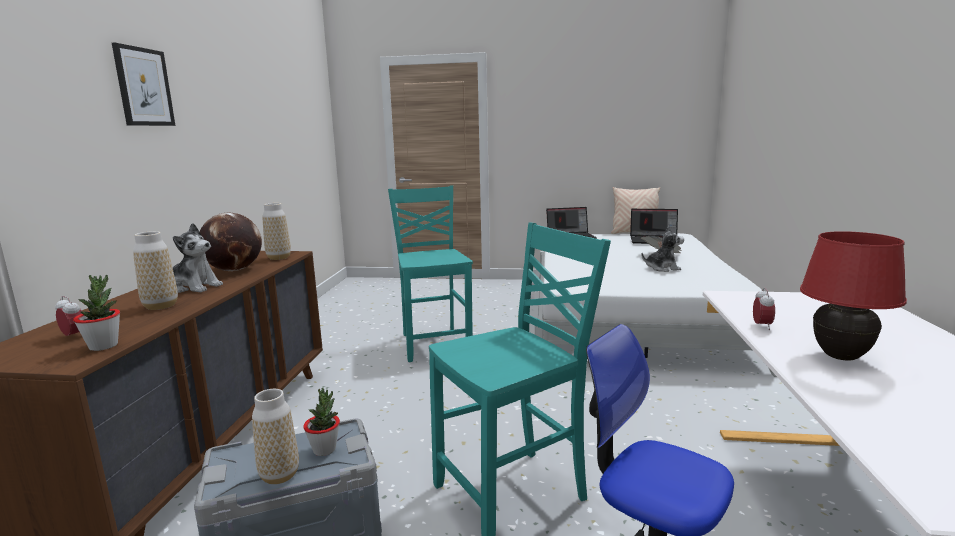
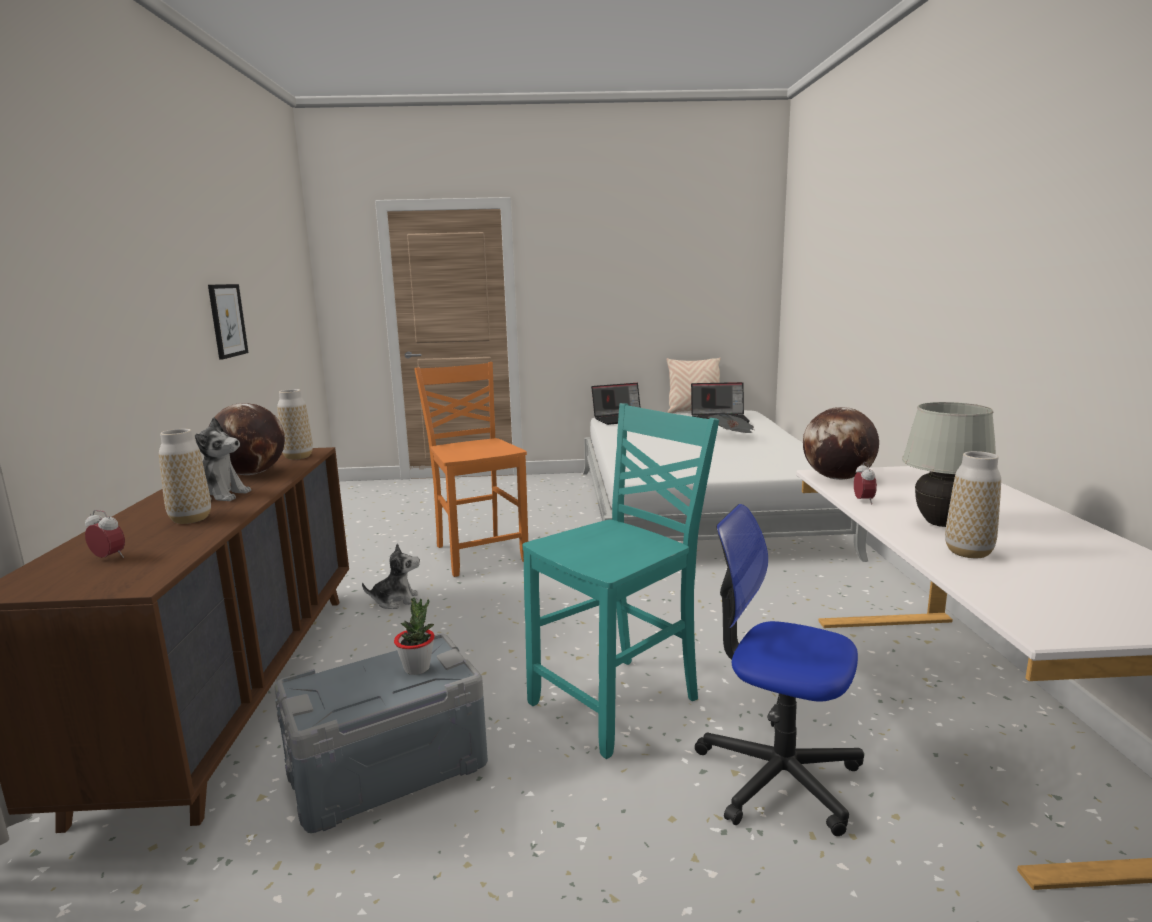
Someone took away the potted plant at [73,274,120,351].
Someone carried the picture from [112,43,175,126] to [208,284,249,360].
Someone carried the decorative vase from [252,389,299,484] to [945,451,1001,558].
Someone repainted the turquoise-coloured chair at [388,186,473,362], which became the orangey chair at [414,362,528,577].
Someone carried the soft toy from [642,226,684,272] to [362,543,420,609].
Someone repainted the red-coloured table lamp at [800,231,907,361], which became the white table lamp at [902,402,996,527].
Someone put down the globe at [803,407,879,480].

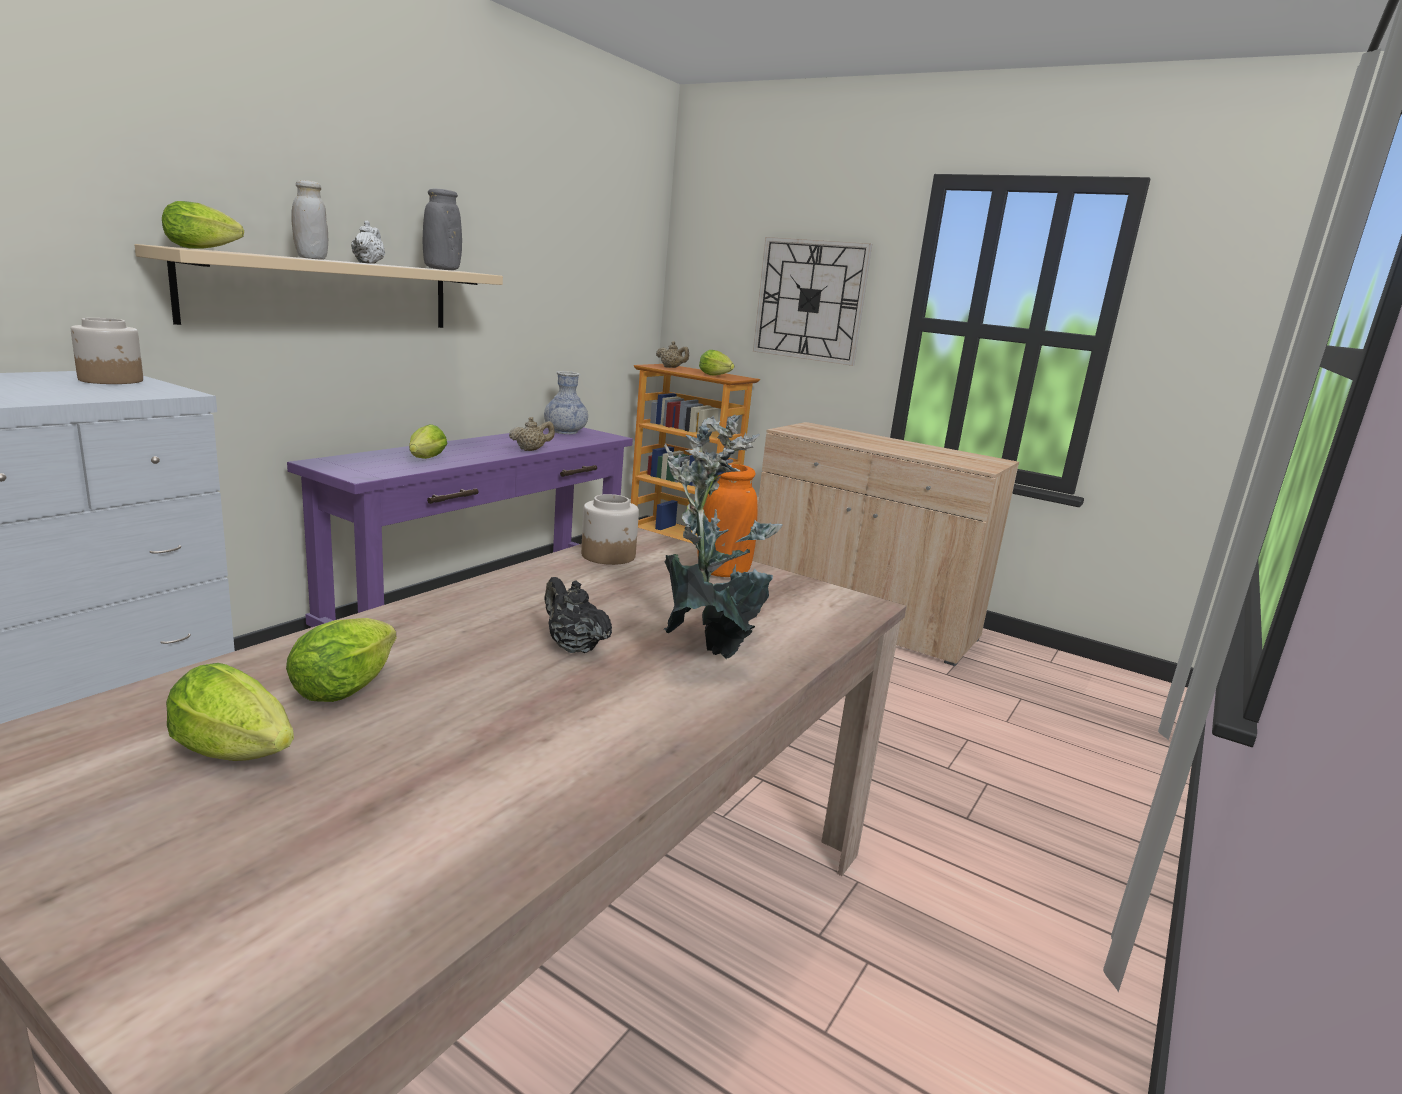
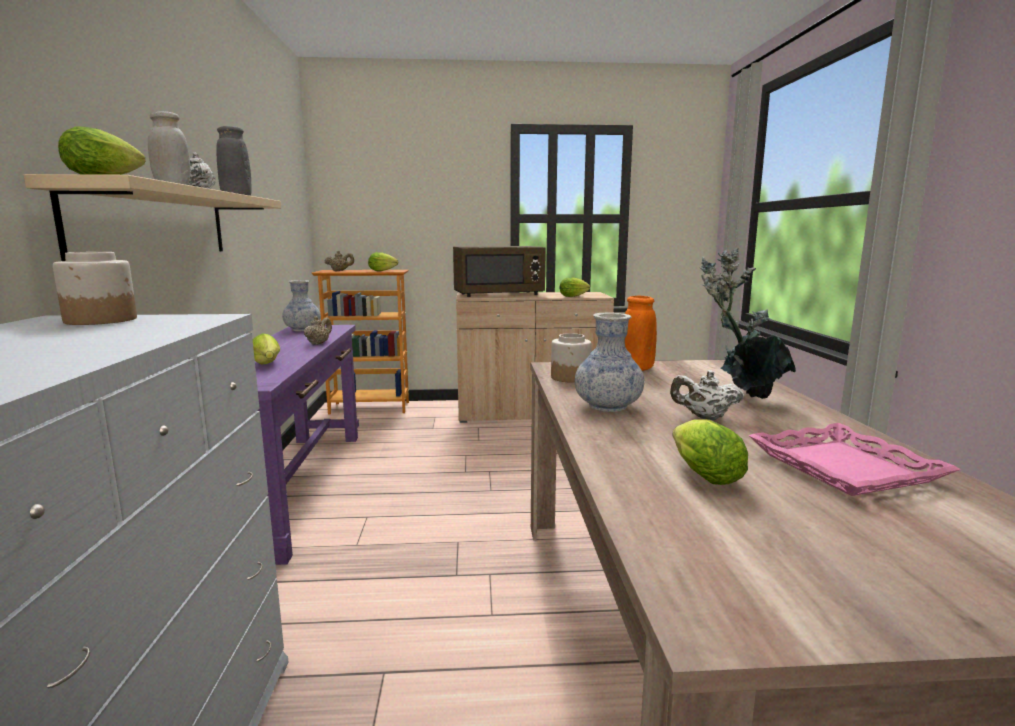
Someone carried the head of lettuce from [166,663,294,761] to [560,277,590,297].
Someone repainted the black-coloured teapot at [545,577,612,653], which became the white teapot at [670,370,744,420].
Someone took away the clock on the wall at [753,237,872,366].
Someone put down the brown kitchen microwave at [453,246,546,297].
Someone put down the decorative vase at [575,312,645,412].
Someone put down the pink-coloured carrying tray at [748,423,961,496].

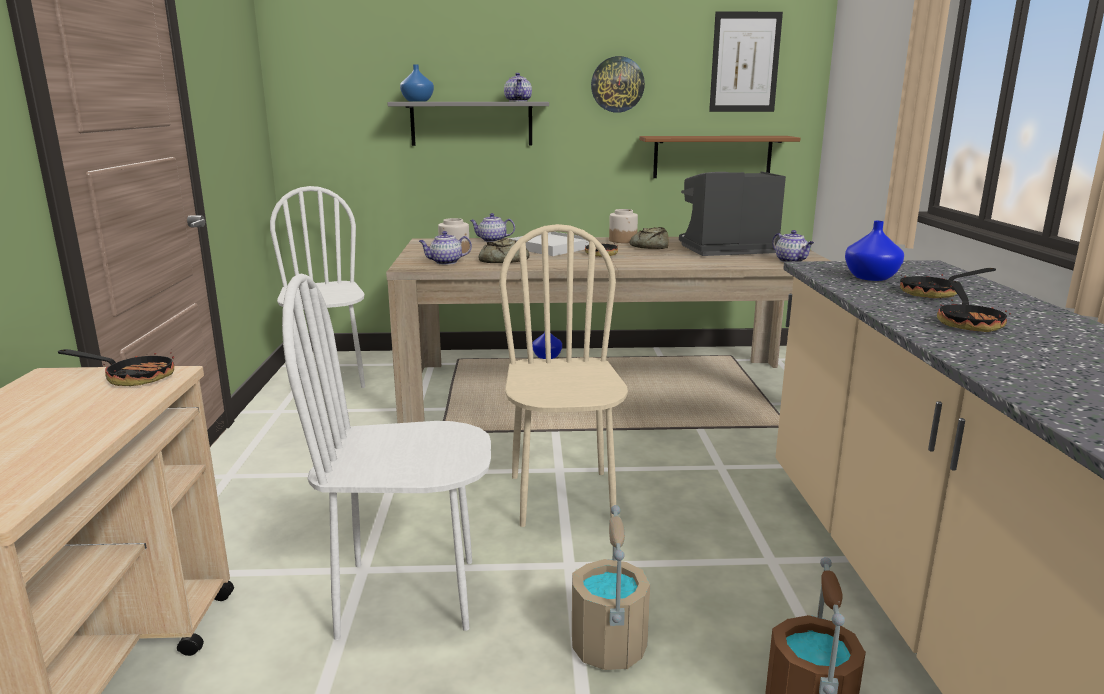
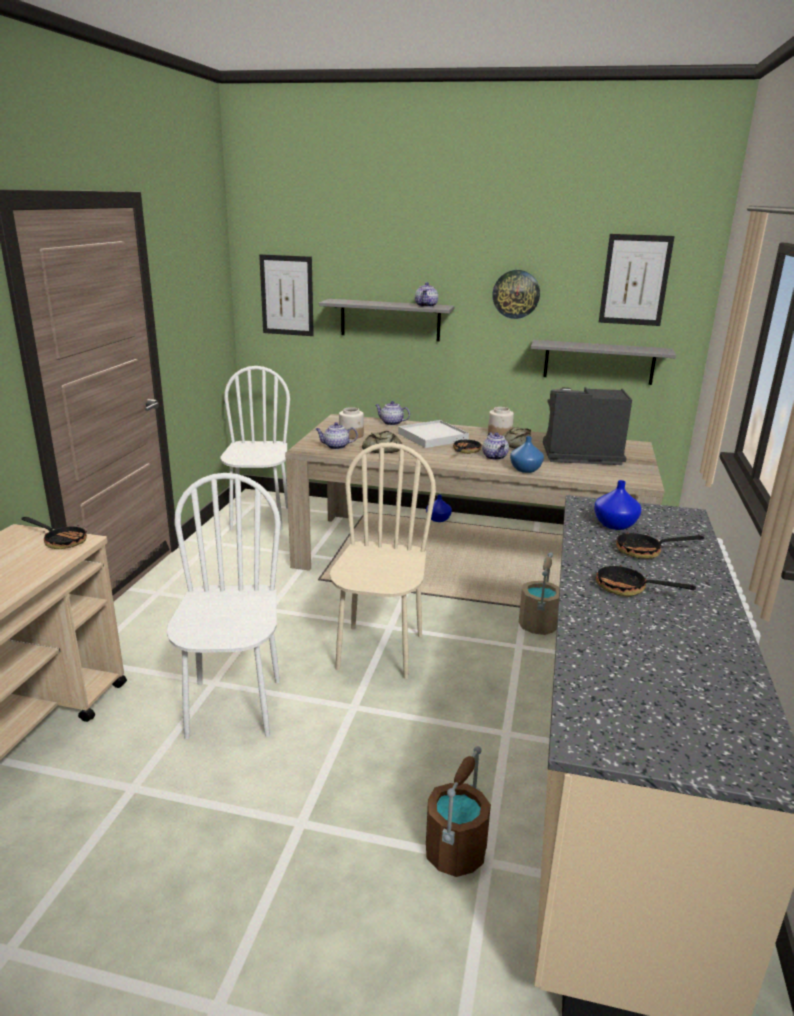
Someone rotated the white chair at [282,274,491,640] by 75 degrees clockwise.
Someone carried the bluish decorative vase from [400,64,434,101] to [510,436,544,473].
Someone carried the beige-coloured bucket from [572,505,650,670] to [518,552,559,635].
Someone repainted the brown shelf at [639,136,800,178], which became the greyish shelf at [531,340,676,385].
Someone carried the teapot from [772,230,814,262] to [482,432,509,460].
Someone rotated the skillet at [937,281,1011,332] by 90 degrees clockwise.
Someone put up the picture at [259,254,314,336].

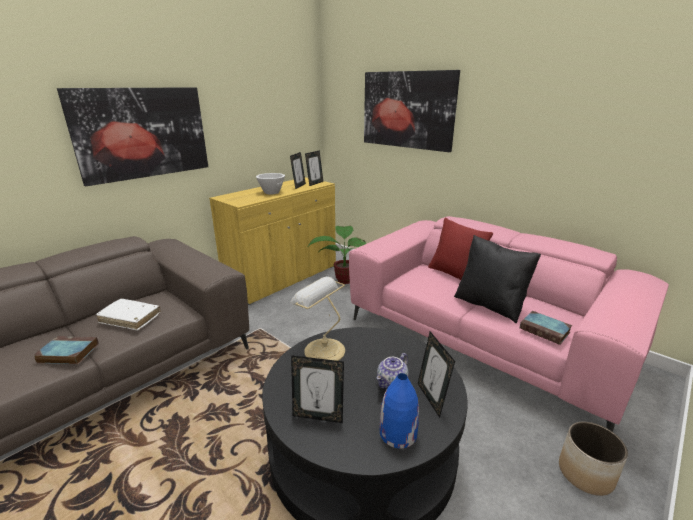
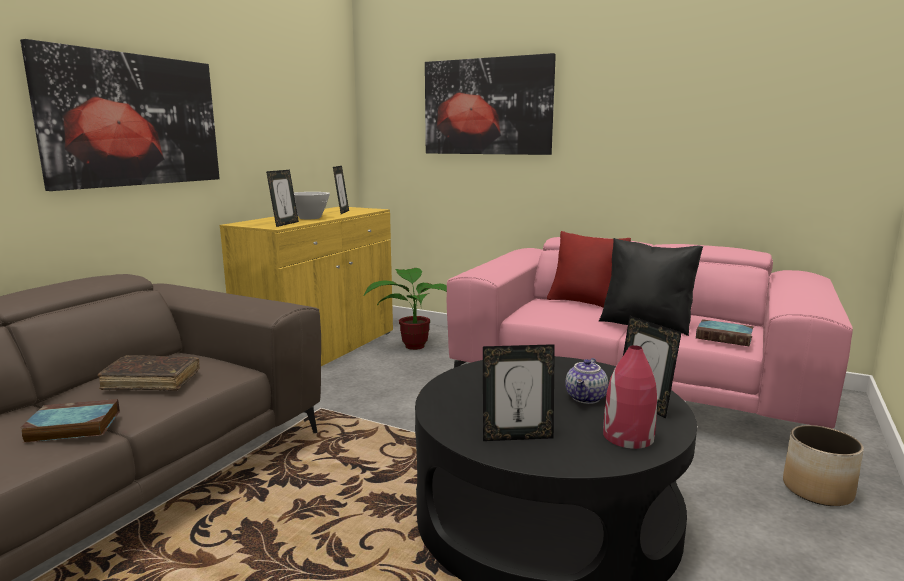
Someone repainted the white volume at [96,299,161,330], which became the brown volume at [98,355,200,391].
Someone took away the table lamp at [291,277,345,361].
Someone carried the photo frame from [305,150,323,186] to [266,170,299,227].
Someone repainted the bluish decorative vase at [380,373,419,448], which became the red-coloured decorative vase at [603,345,657,449].

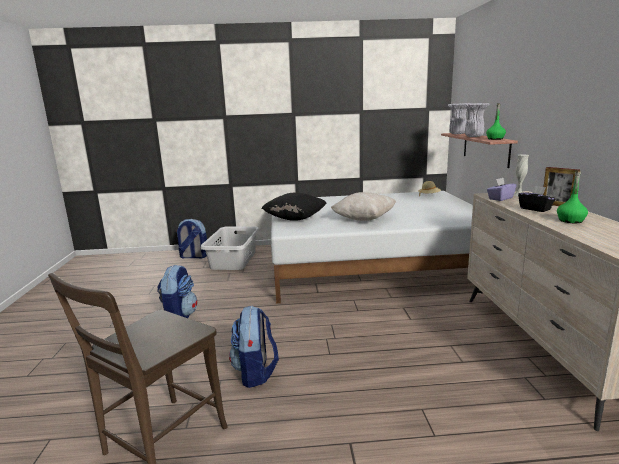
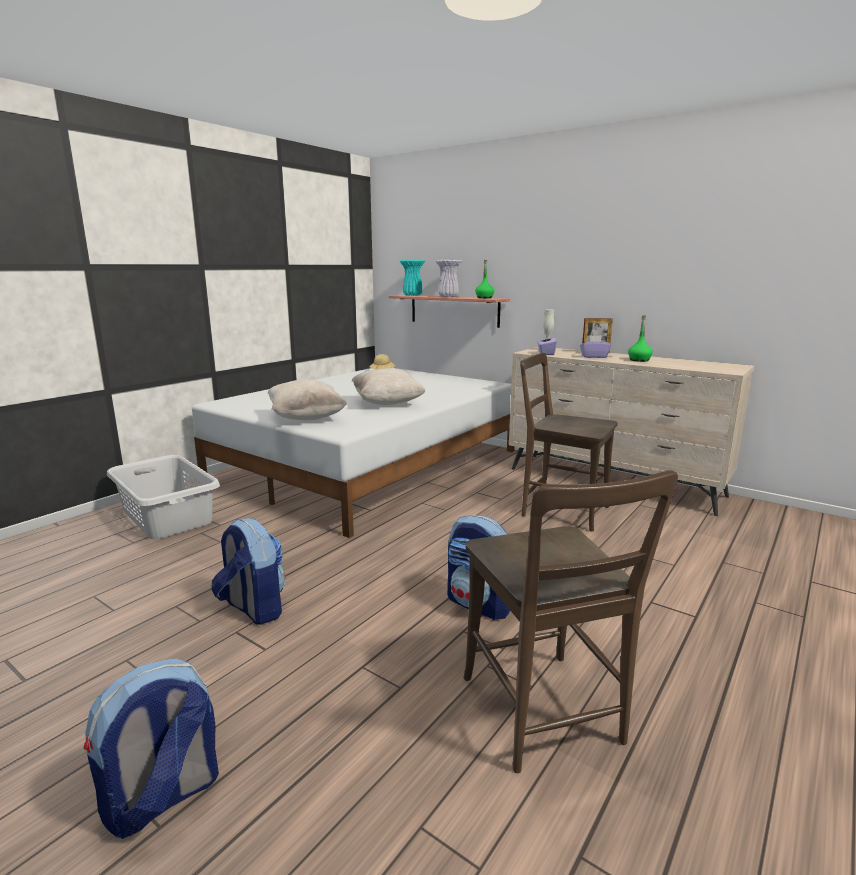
Someone carried the rucksack from [176,219,207,258] to [84,659,219,839].
Someone repainted the black-coloured throw pillow at [261,192,326,221], which became the beige-coloured throw pillow at [268,379,347,420].
Someone repainted the white decorative vase at [448,103,471,134], which became the turquoise-coloured decorative vase at [399,260,425,296].
Someone repainted the black-coloured tissue box at [518,186,555,212], which became the purplish tissue box at [580,335,611,358].
Someone put down the brown chair at [520,353,618,532].

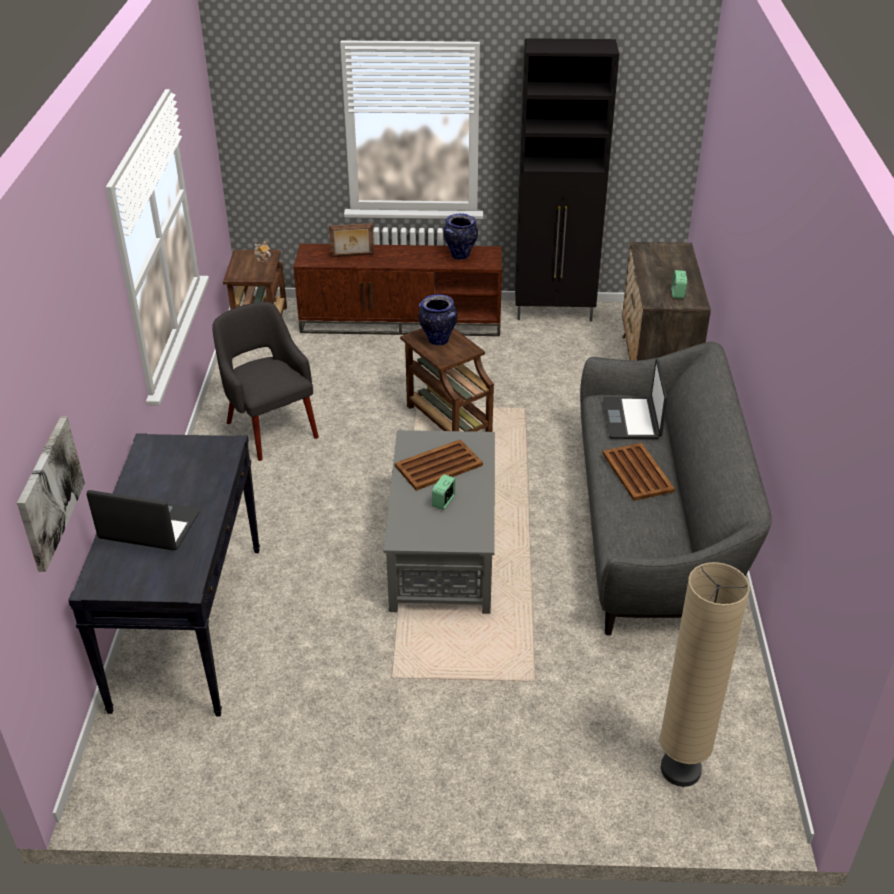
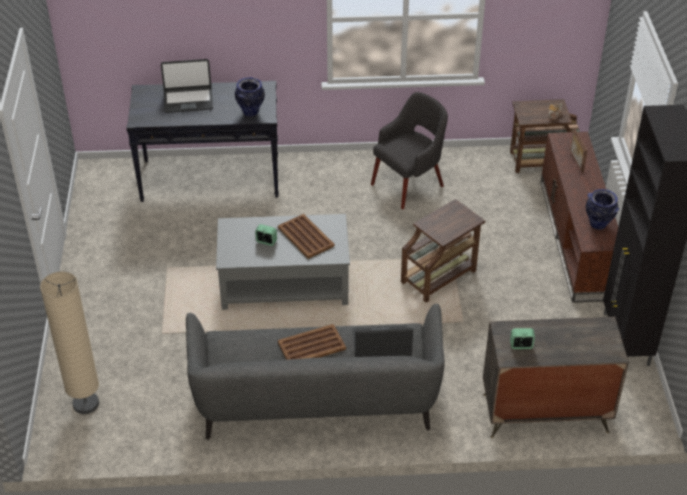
Someone took away the picture at [17,416,85,572].
Someone rotated the laptop at [87,490,200,550] by 75 degrees clockwise.
Someone carried the decorative vase from [419,294,457,346] to [235,77,265,117].

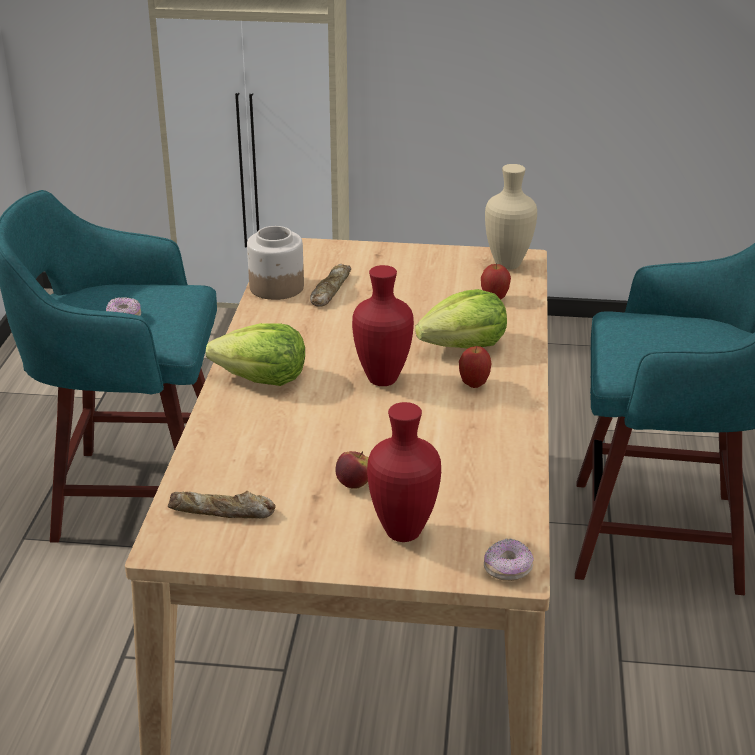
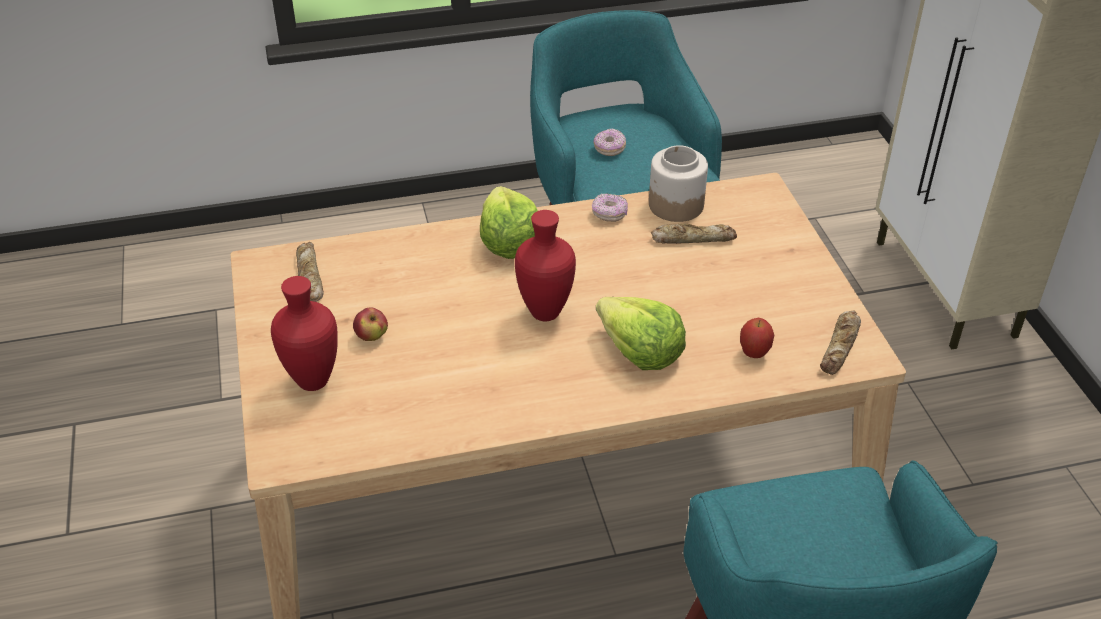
Someone took away the apple fruit at [459,346,491,388].
Someone carried the donut from [484,538,534,581] to [592,193,628,222].
Someone swapped the beige-coloured decorative vase at [485,164,537,270] for the bakery bread at [820,311,861,375].

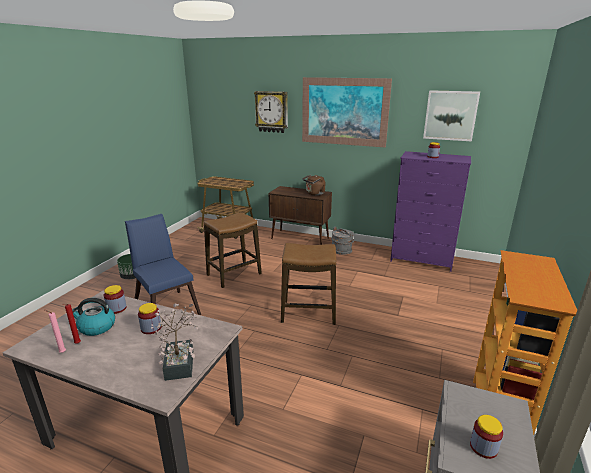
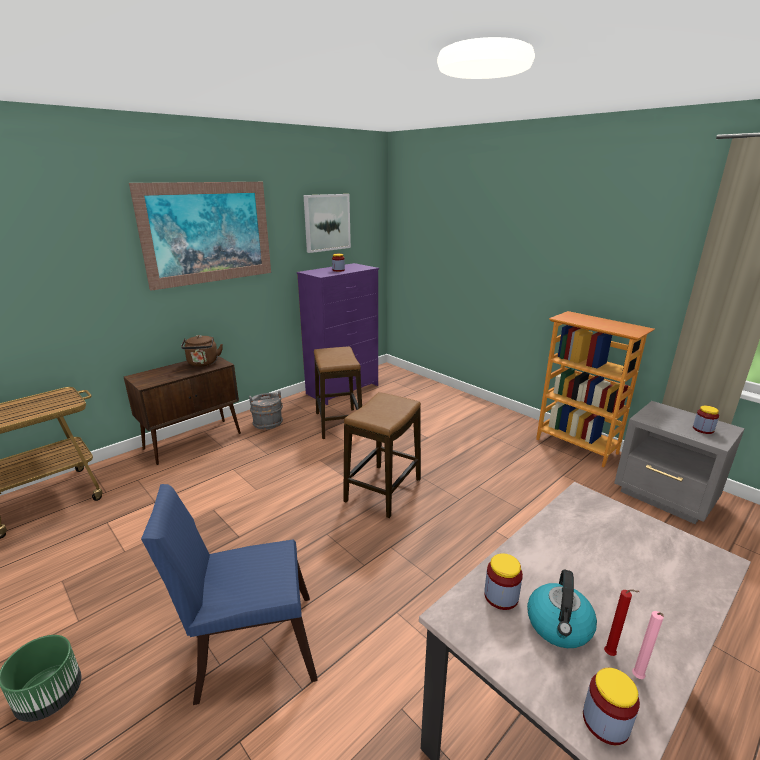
Someone carried the preserve jar from [138,303,161,334] to [583,668,640,745].
Someone took away the potted plant at [151,304,198,381].
Someone carried the stool seat from [204,212,262,288] to [314,347,362,439].
Someone took away the clock on the wall at [254,91,288,133].

